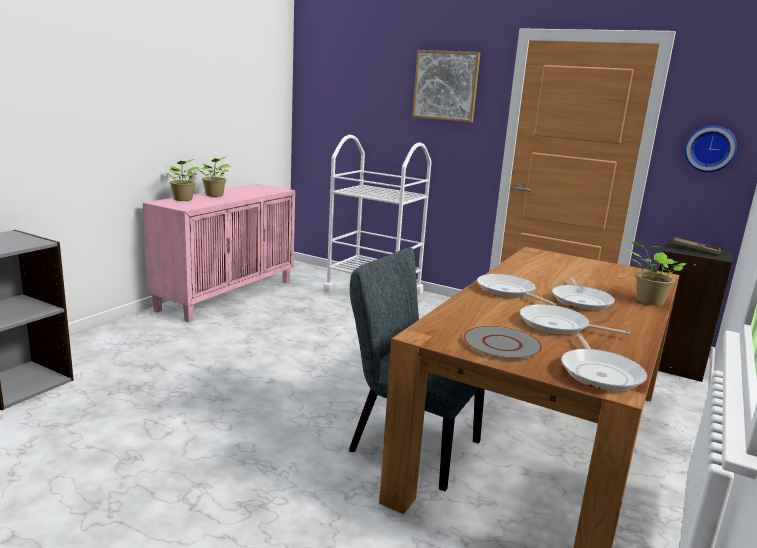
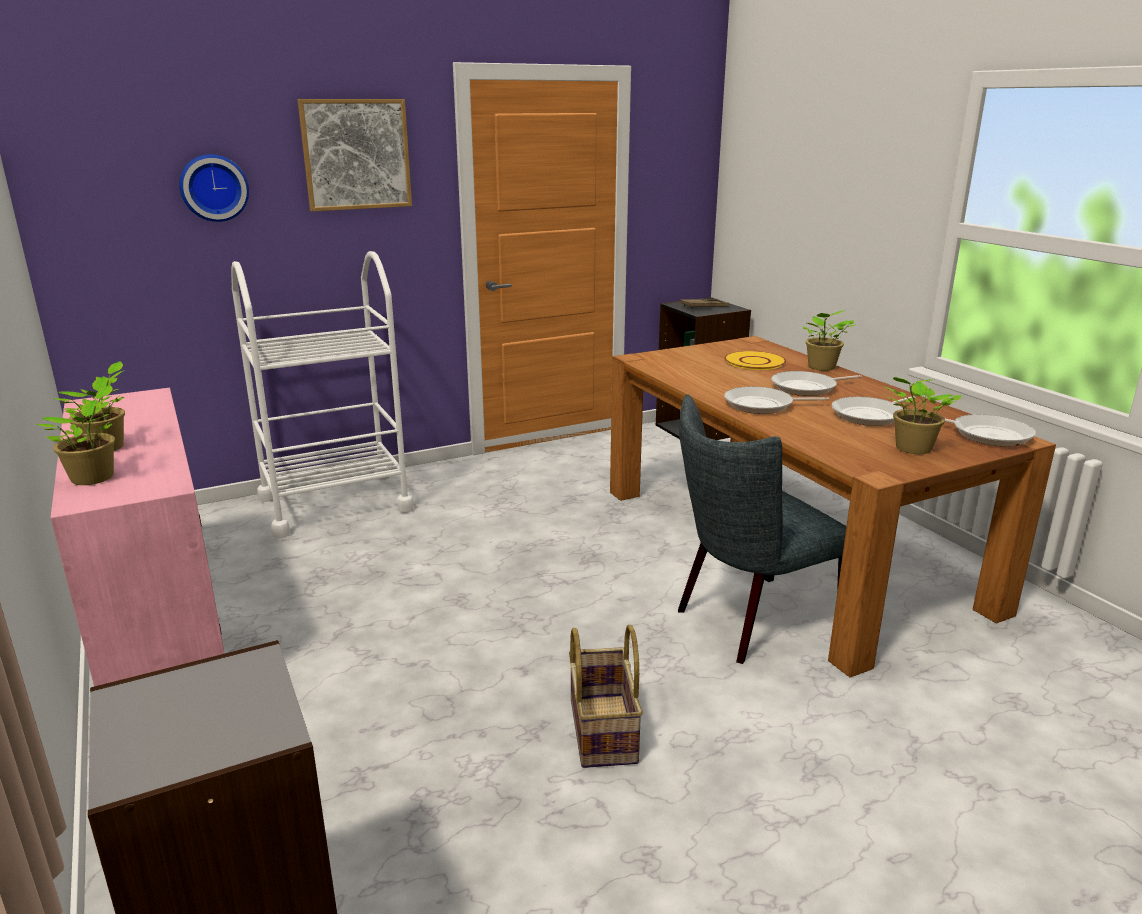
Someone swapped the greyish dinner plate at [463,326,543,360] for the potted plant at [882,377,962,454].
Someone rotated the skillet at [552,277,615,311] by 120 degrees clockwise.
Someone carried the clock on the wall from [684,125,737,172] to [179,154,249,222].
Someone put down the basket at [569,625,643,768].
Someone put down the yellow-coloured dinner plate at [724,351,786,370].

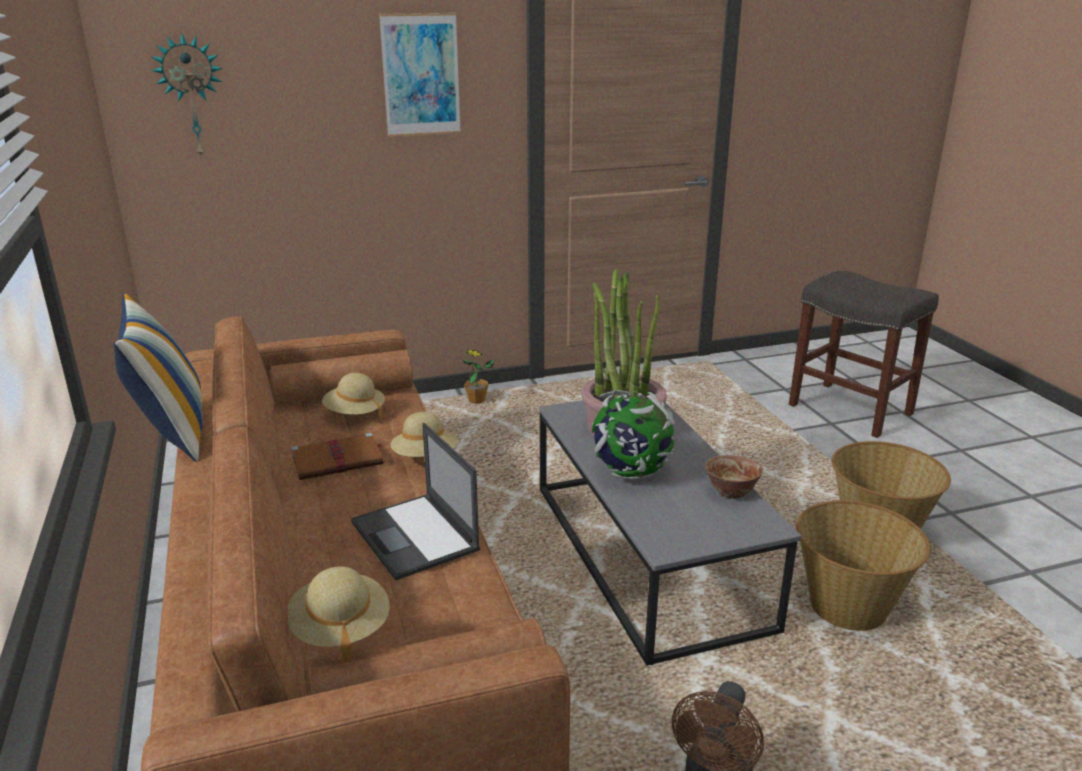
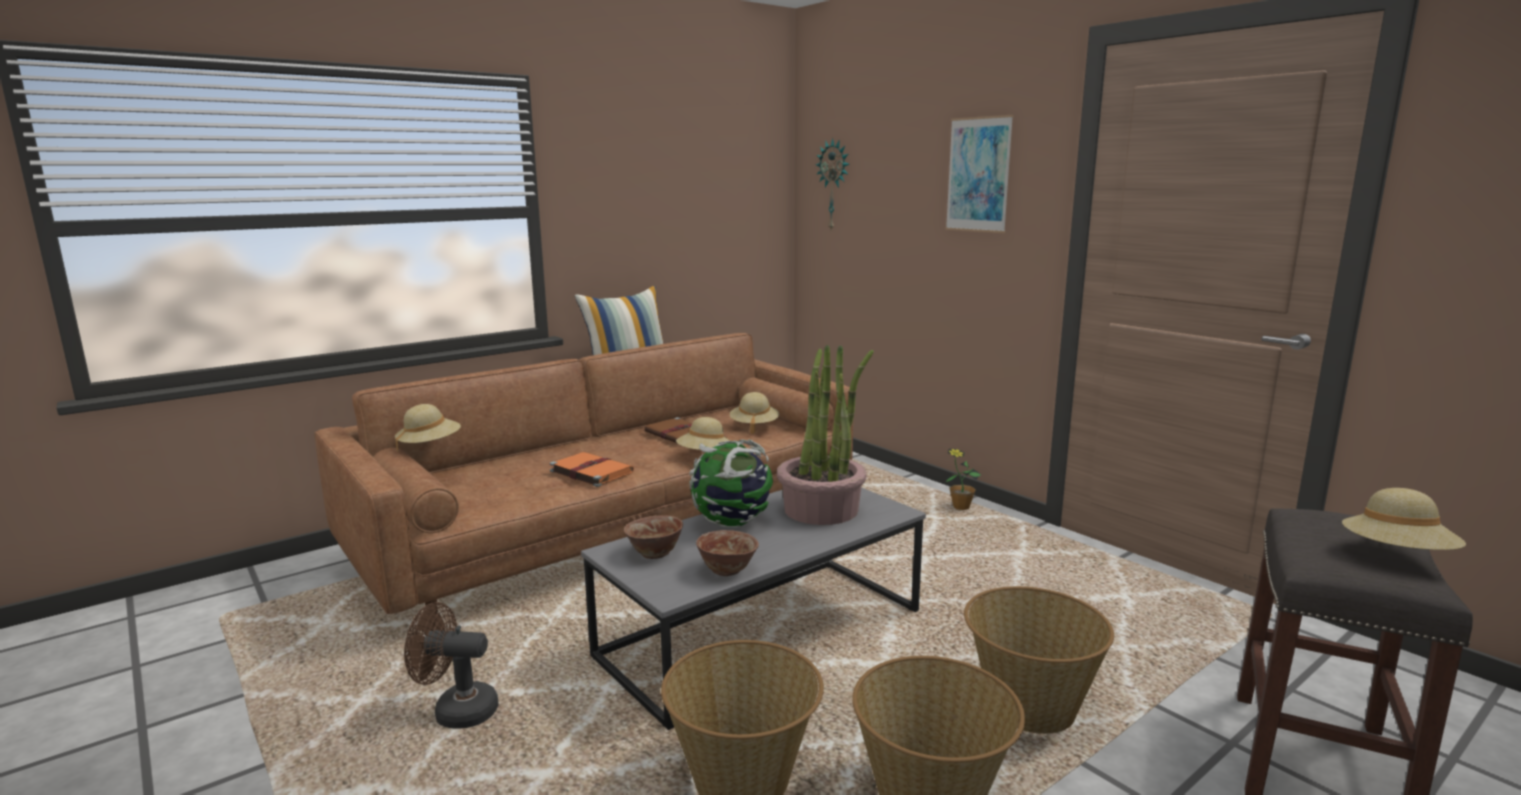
Someone swapped the laptop at [351,423,480,581] for the orangey volume at [550,452,634,487].
Someone put down the serving bowl at [624,515,683,559].
Someone put down the basket at [964,586,1114,734].
Someone put down the beige-coloured wearable hat at [1342,488,1466,550].

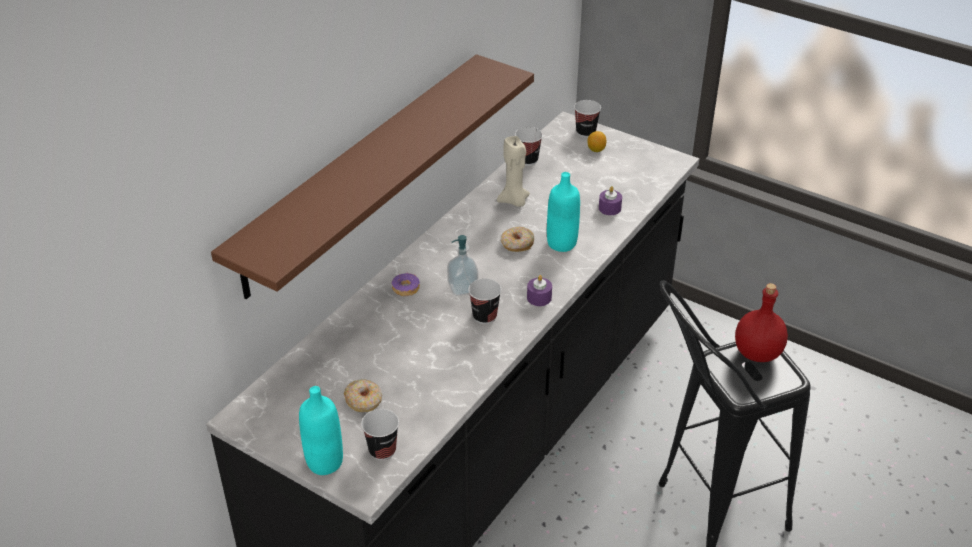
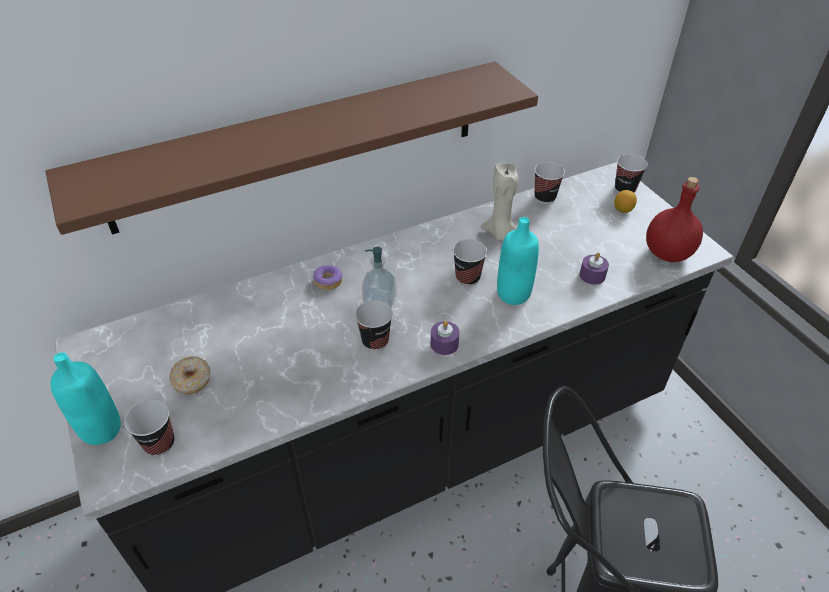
Someone swapped the donut at [501,227,534,252] for the drinking cup at [453,239,487,286].
Someone carried the red-coloured bottle from [735,283,788,362] to [646,177,703,262].

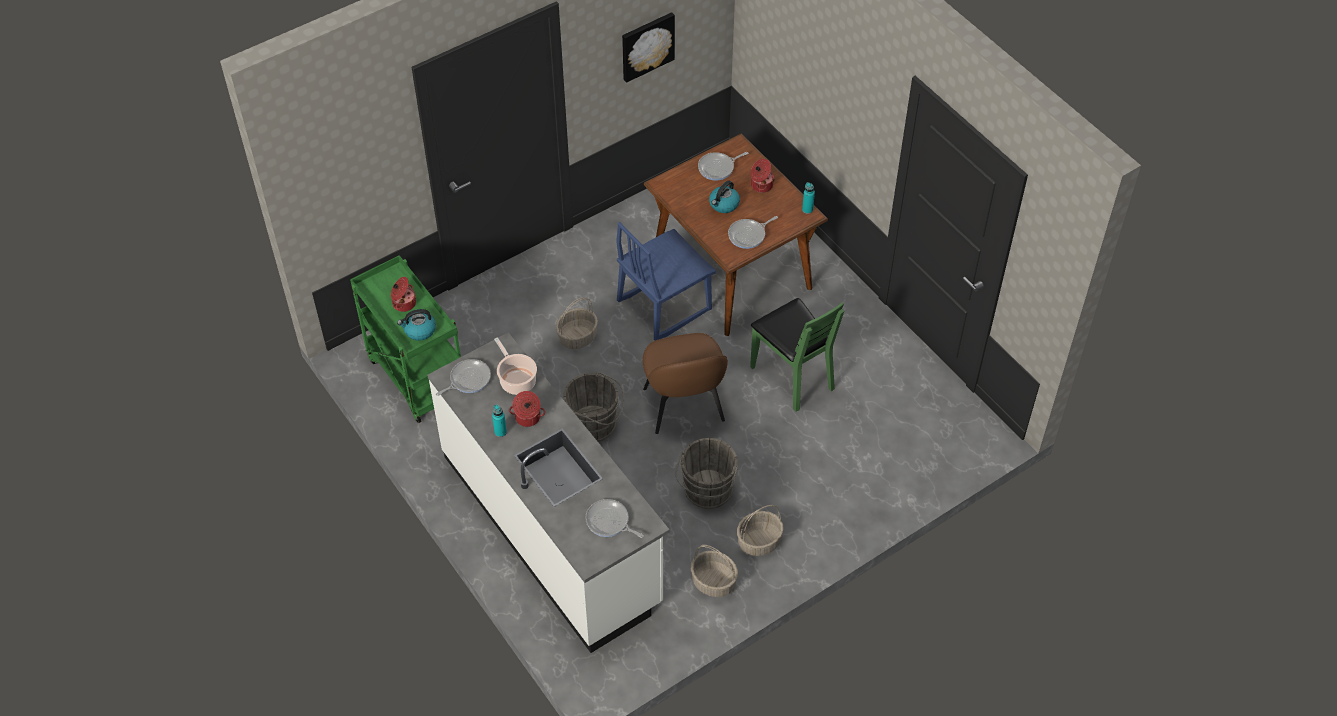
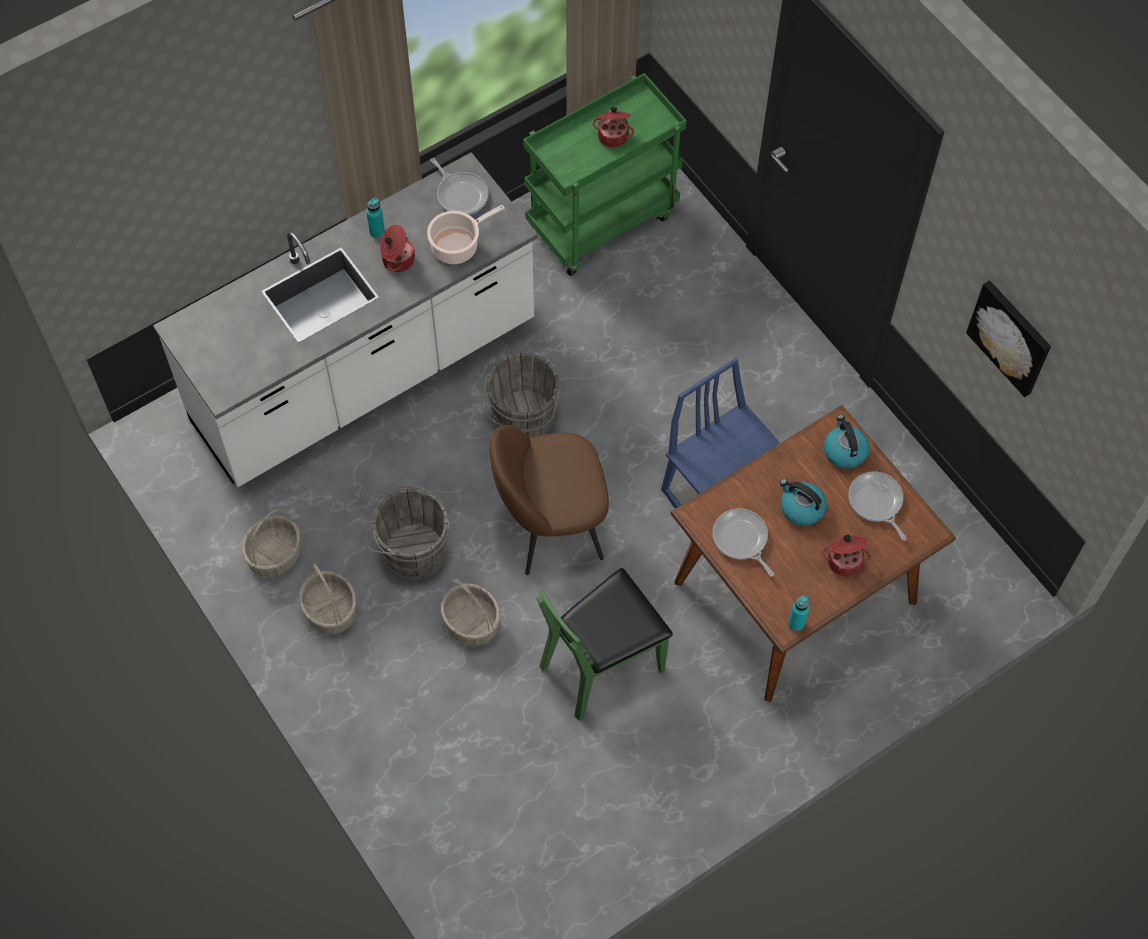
Someone carried the kettle from [397,309,436,341] to [824,415,870,469].
Someone carried the basket from [556,297,598,349] to [441,579,500,646].
Someone took away the skillet at [585,499,644,538].

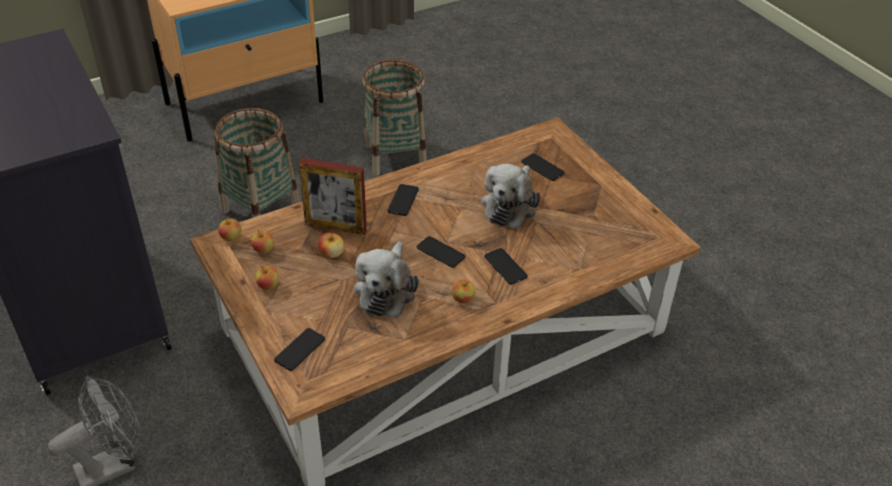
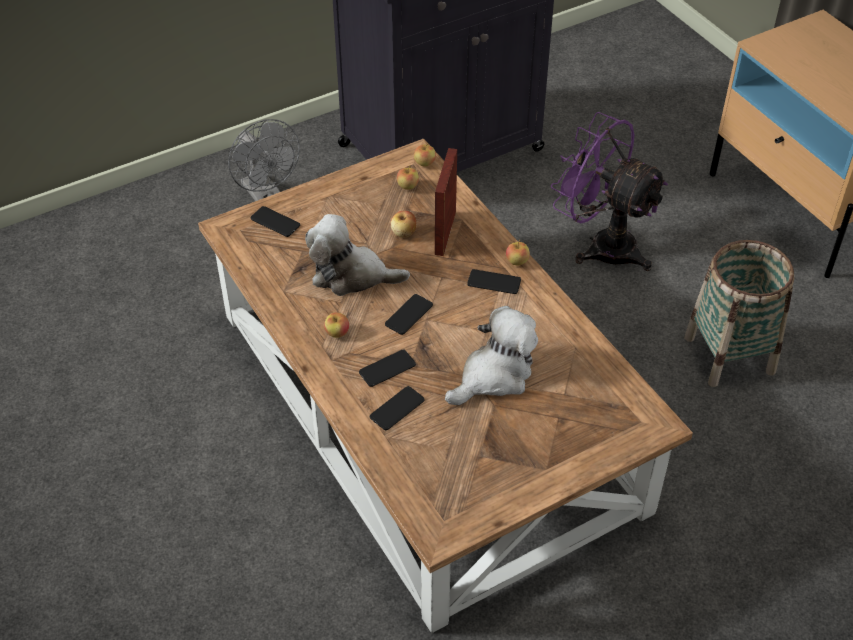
Someone swapped the basket at [214,108,300,218] for the purplish fan at [551,112,668,271].
Someone carried the apple fruit from [255,266,279,290] to [506,240,530,265].
Someone rotated the soft toy at [481,164,541,229] by 120 degrees clockwise.
Someone carried the phone from [521,153,565,181] to [370,386,425,430].

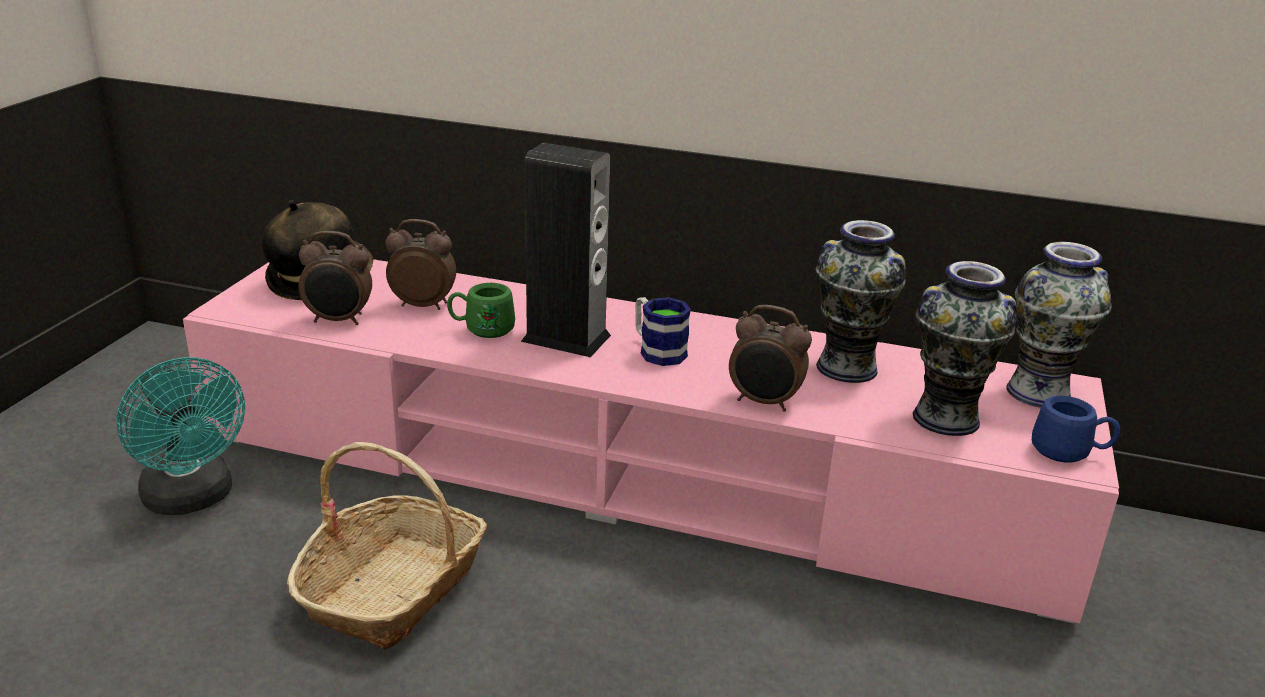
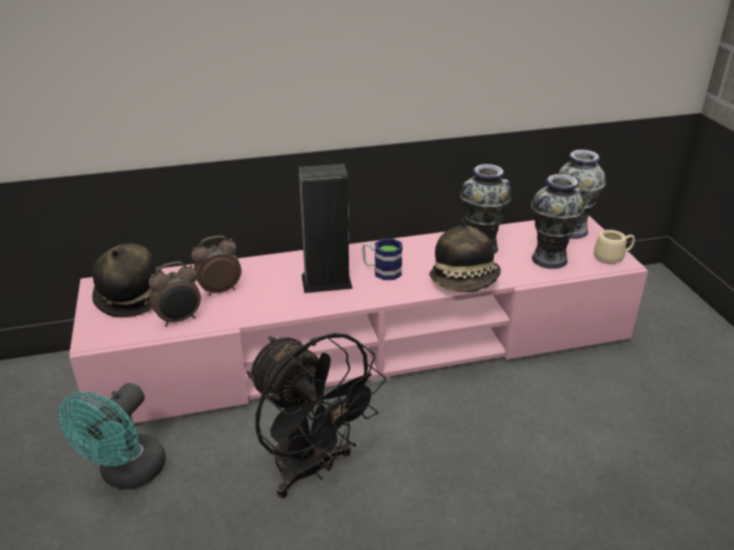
Someone rotated the turquoise-coloured fan at [116,357,245,515] by 90 degrees clockwise.
Someone swapped the basket at [287,442,487,650] for the black-coloured fan at [247,333,386,499].
Someone took away the green-coloured tea mug at [447,283,515,338].
Someone swapped the table clock at [729,305,812,412] for the wearable hat at [429,219,501,292].
Someone repainted the bluish tea mug at [1032,396,1120,463], which became the beige-coloured tea mug at [594,230,635,264].

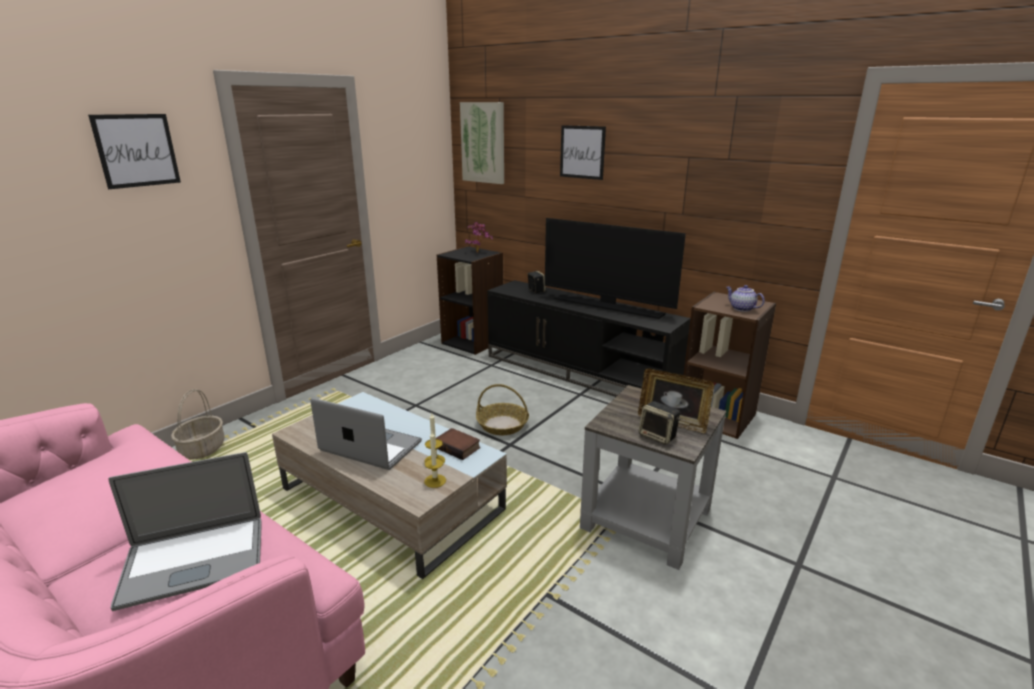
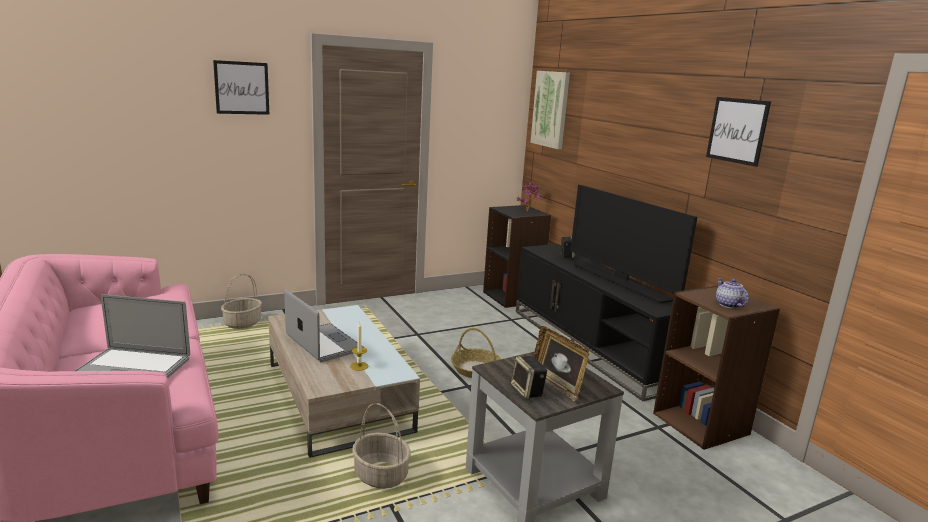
Someone took away the wax candle at [424,432,446,488].
Someone took away the volume at [436,428,480,460].
Someone carried the picture from [560,125,606,180] to [706,97,771,167].
Someone put down the basket at [352,403,411,489].

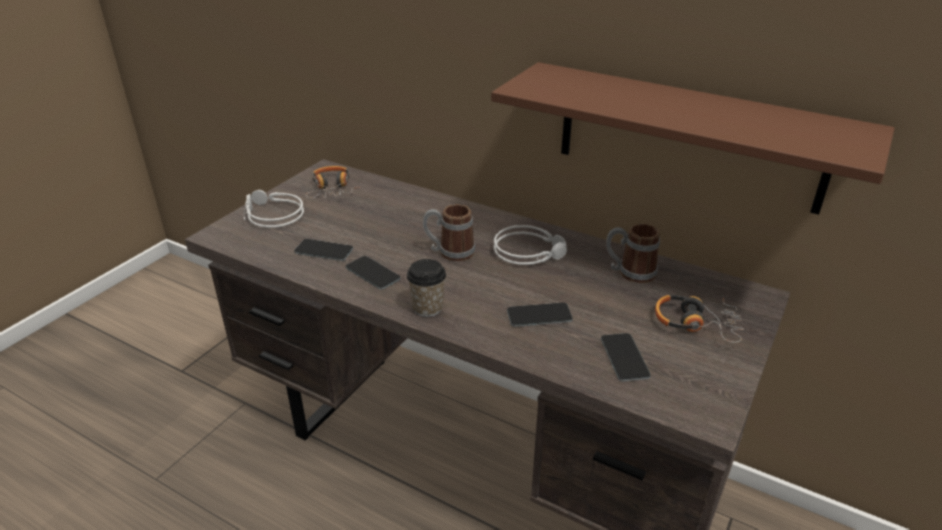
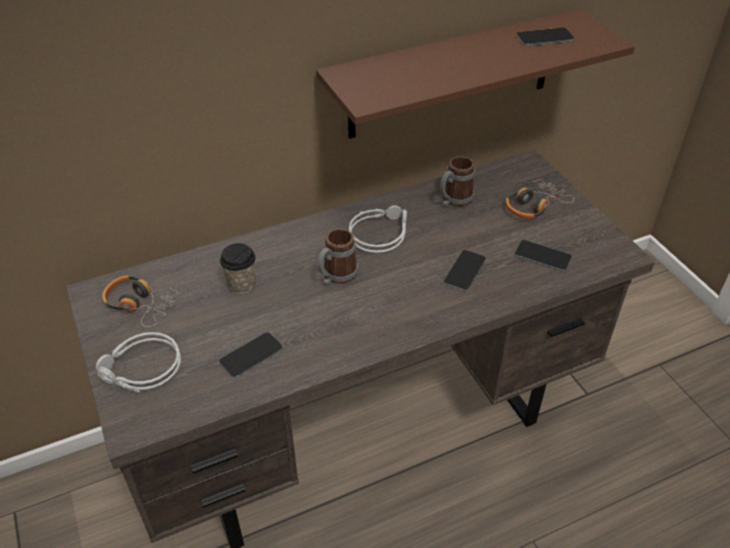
Someone carried the phone from [346,256,401,289] to [516,28,574,46].
Someone carried the drinking cup from [407,259,446,317] to [220,243,256,294].

